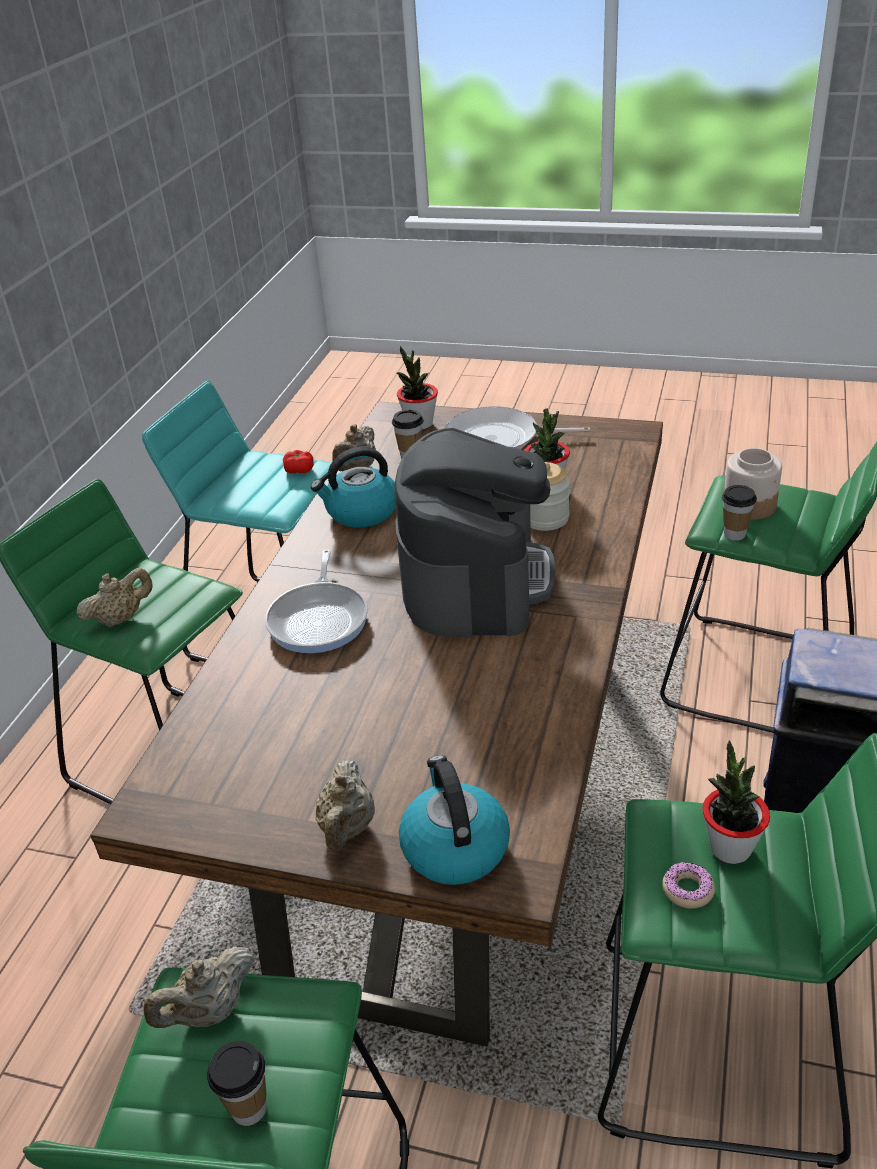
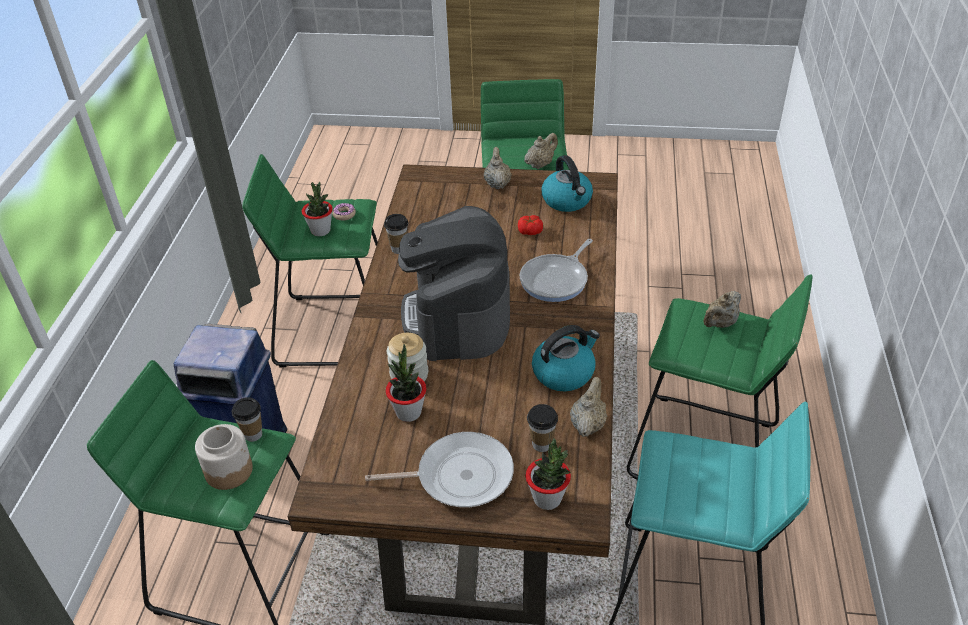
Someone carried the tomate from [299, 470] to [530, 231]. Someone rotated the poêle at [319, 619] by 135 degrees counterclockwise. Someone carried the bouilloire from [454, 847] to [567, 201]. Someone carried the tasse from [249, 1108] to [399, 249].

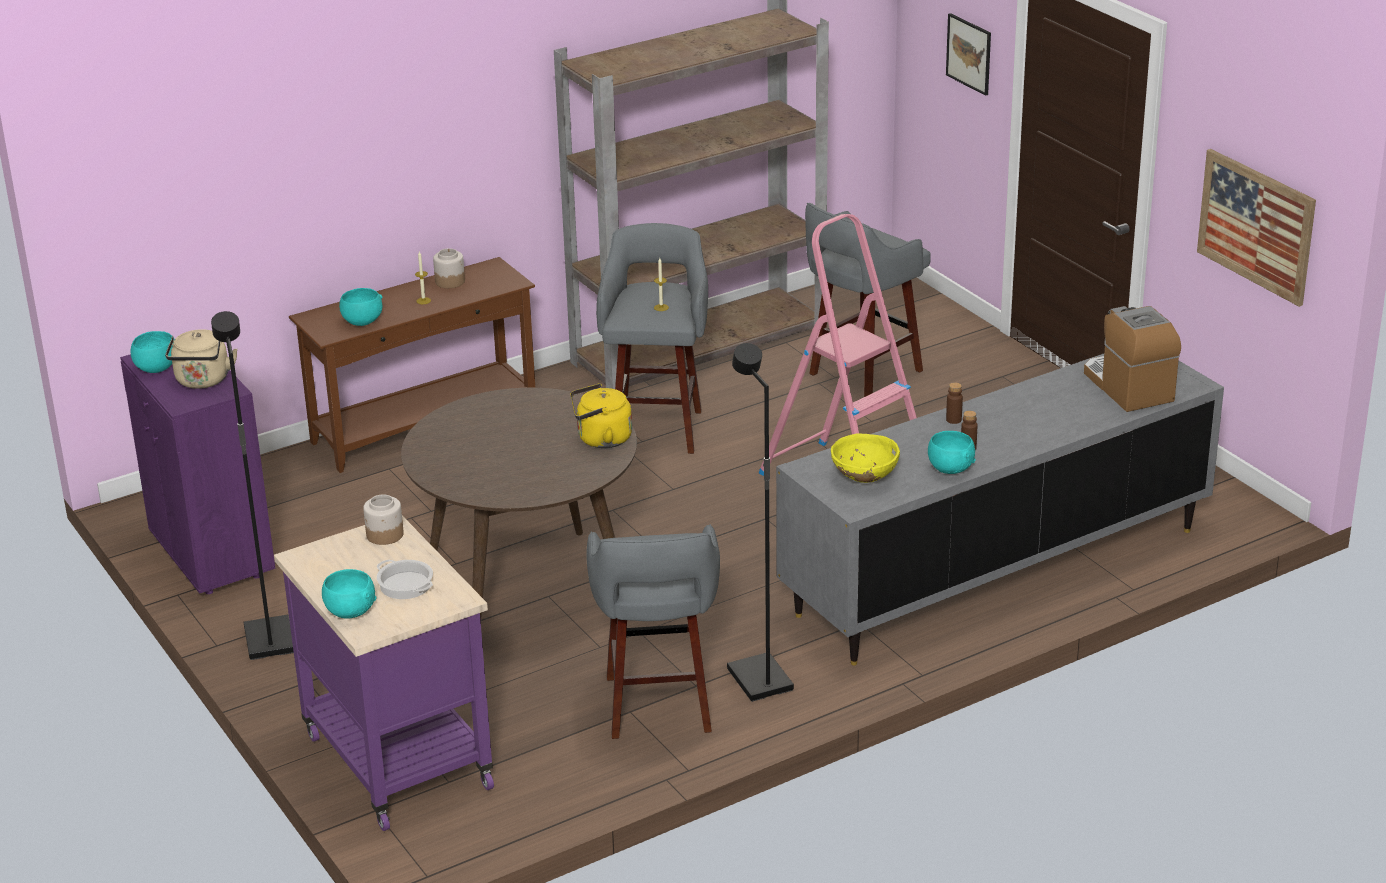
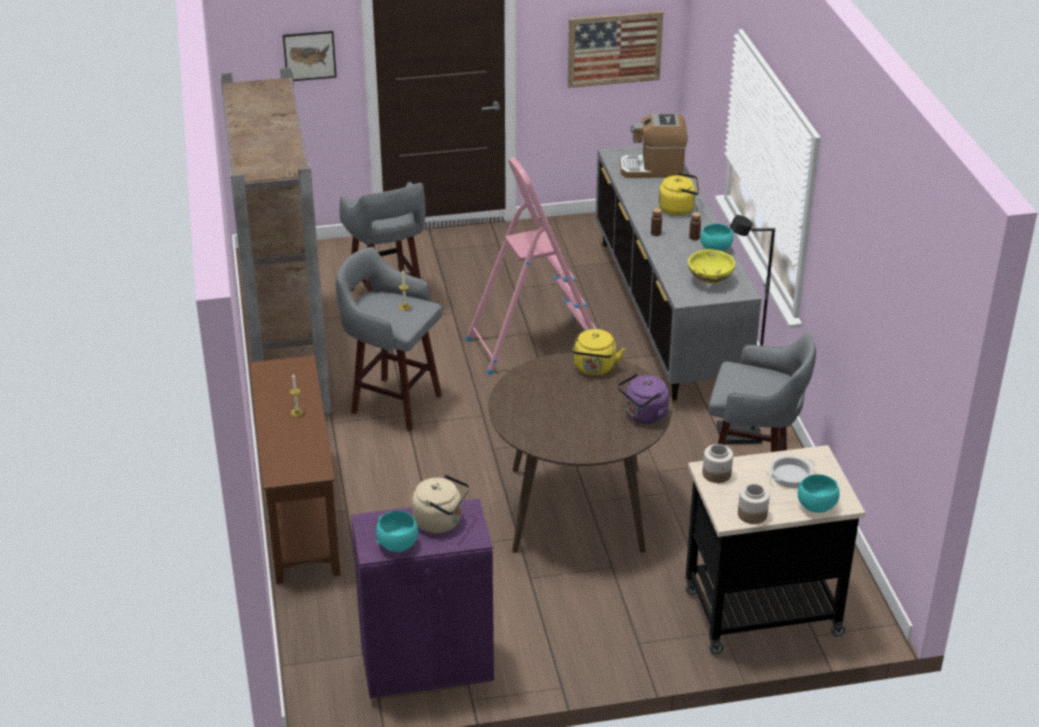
Someone carried the bocal from [450, 281] to [752, 514]. Someone took away the bol [turquoise] at [361, 322]. Someone took away the lampadaire [noir] at [267, 640]. Someone repainted the chariot [violet] at [397, 761], which became the chariot [noir] at [761, 614]. Someone put down the bouilloire [jaune] at [678, 208]. Someone put down the bouilloire [violet] at [644, 416].

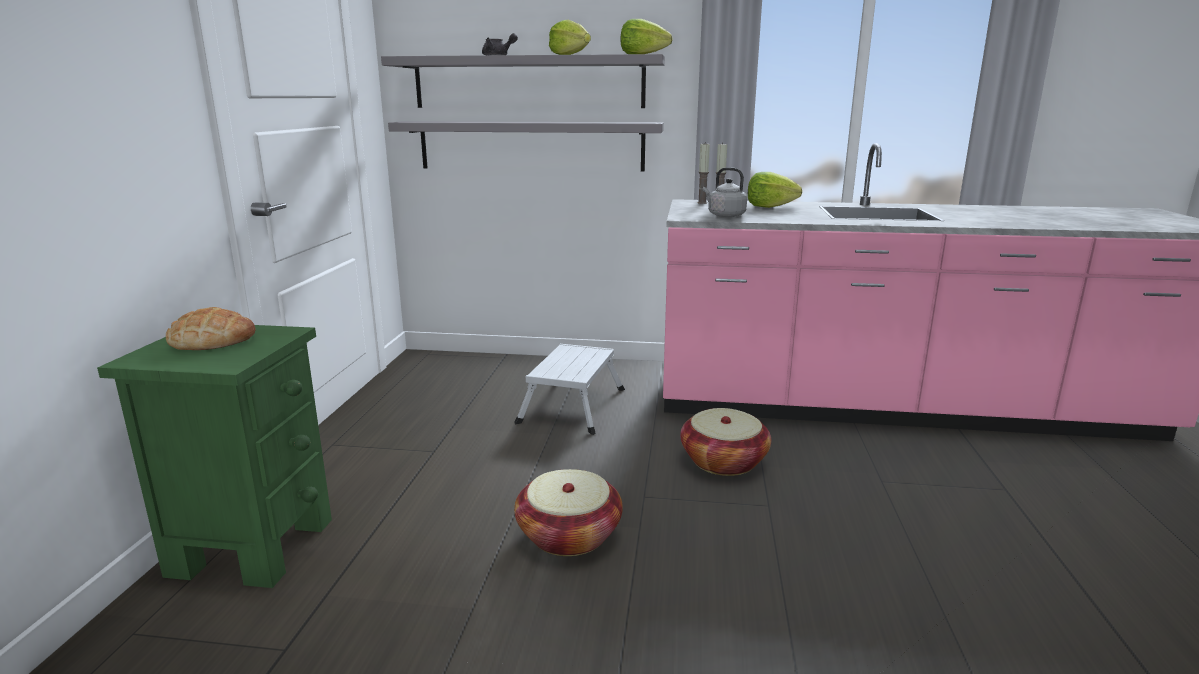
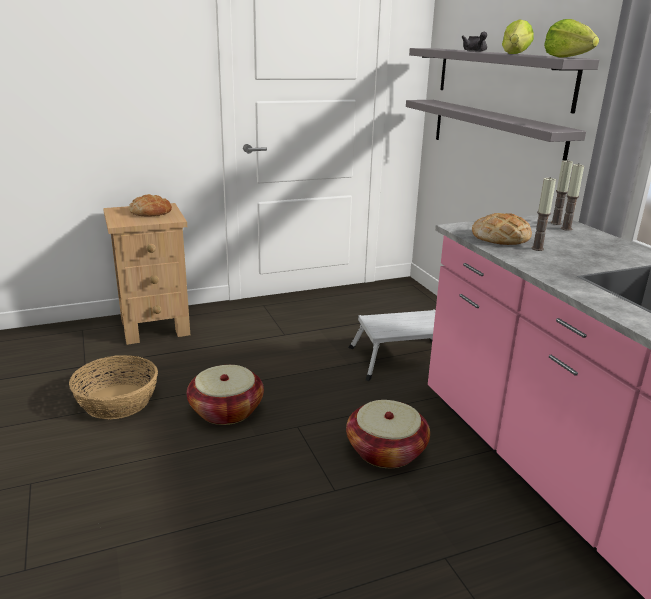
Someone swapped the bouilloire [gris] at [724, 215] for the pain at [501, 237]. Someone took away the laitue at [769, 206]. Someone repainted the table de chevet [vert] at [256, 546], which became the table de chevet [beige] at [156, 327]. Someone put down the bougie at [537, 248]. Someone put down the panier at [118, 401].

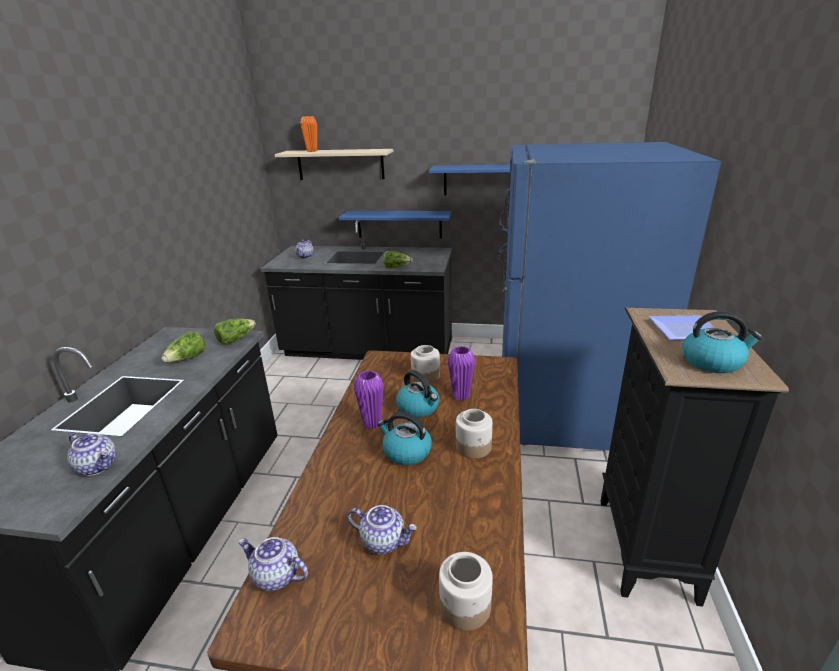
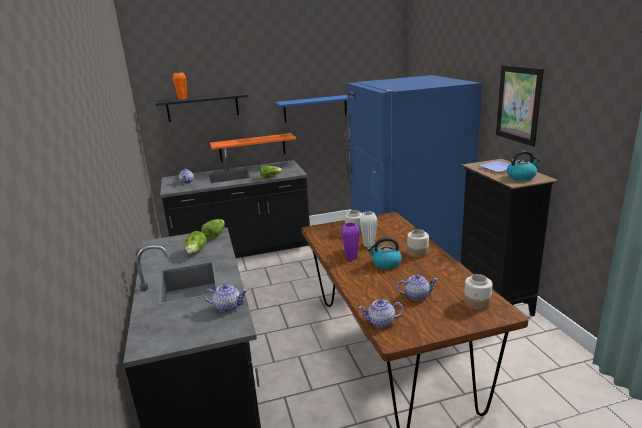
Someone repainted the étagère [beige] at [340, 164], which became the étagère [noir] at [203, 107]. Someone repainted the étagère [bleu] at [399, 224], which became the étagère [orange] at [252, 148]. Someone took away the vase [violet] at [461, 396]. Someone swapped the bouilloire at [419, 408] for the vase [blanc] at [369, 245]. Someone put up the tableau at [518, 104].

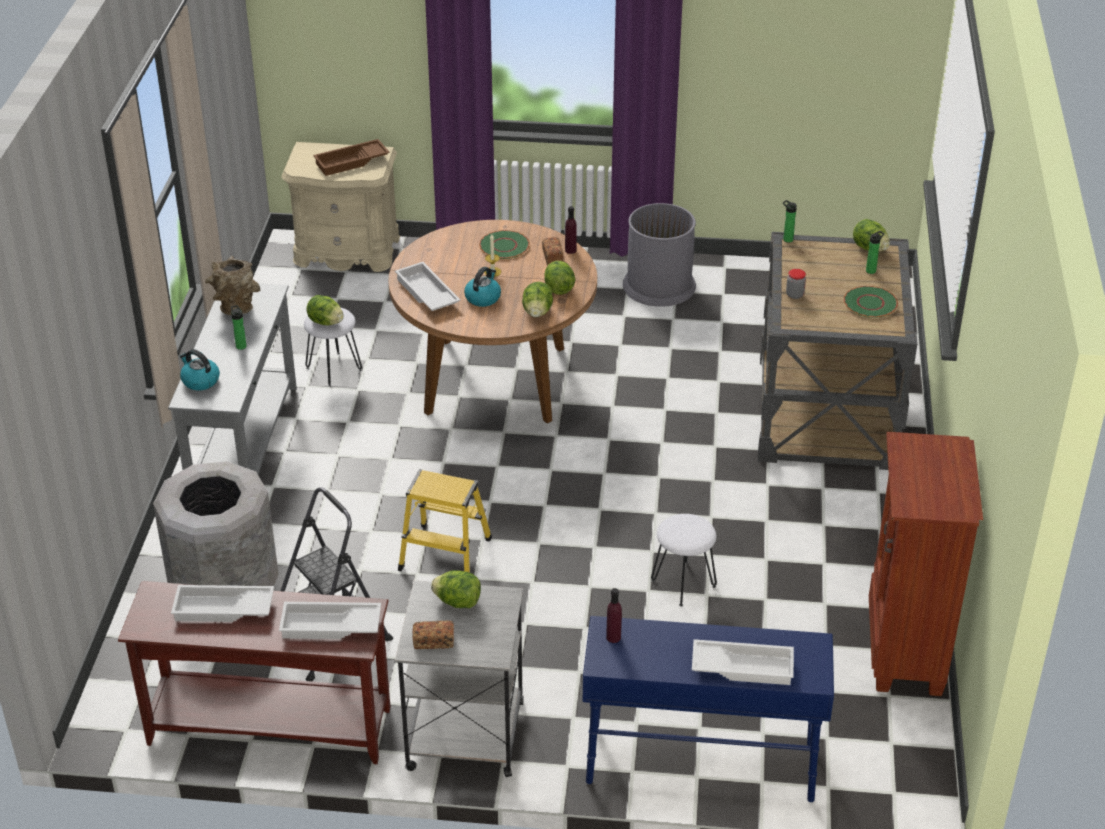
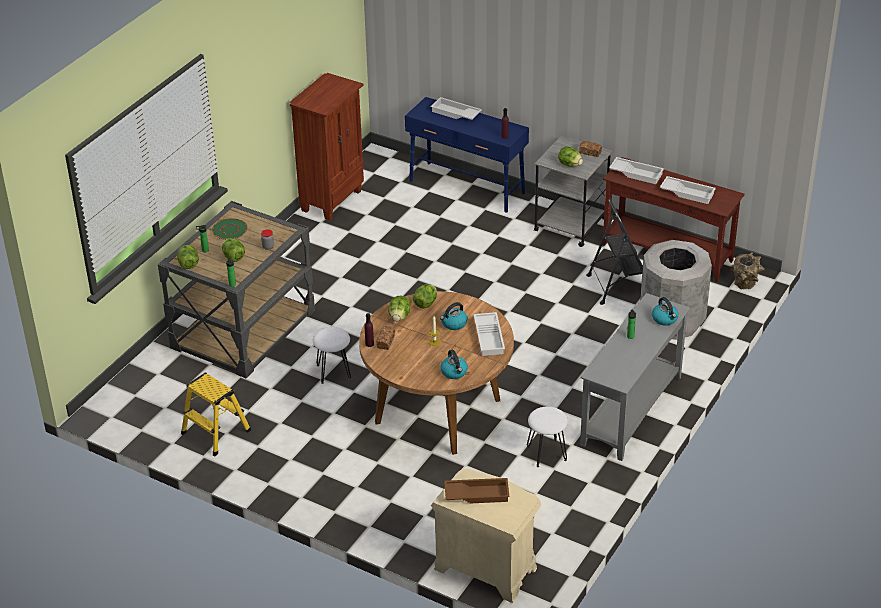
Someone took away the poubelle [gris] at [659, 285]. Someone took away the assiette [vert] at [504, 246]. Someone carried the vase [marron] from [235, 308] to [745, 285]. Someone carried the laitue from [326, 322] to [233, 257]. Someone carried the escabeau [jaune] from [445, 553] to [216, 432]. Someone carried the tabouret [blanc] from [684, 584] to [333, 371]. Someone put down the bouilloire at [454, 372].

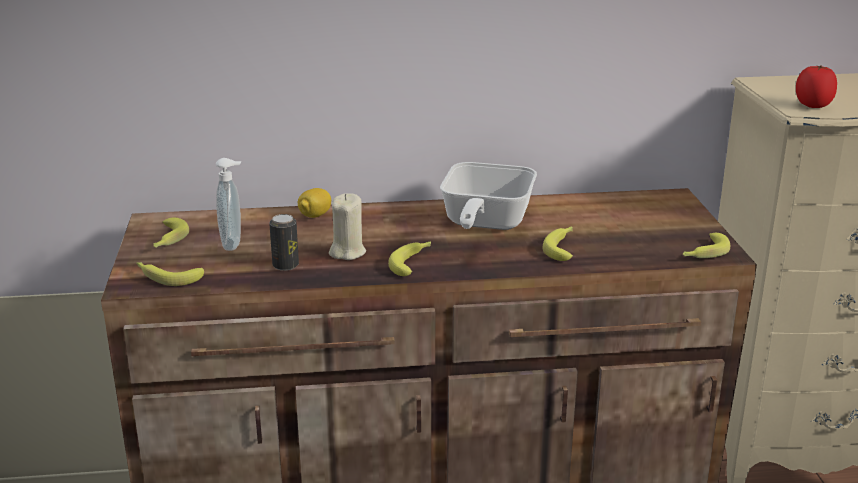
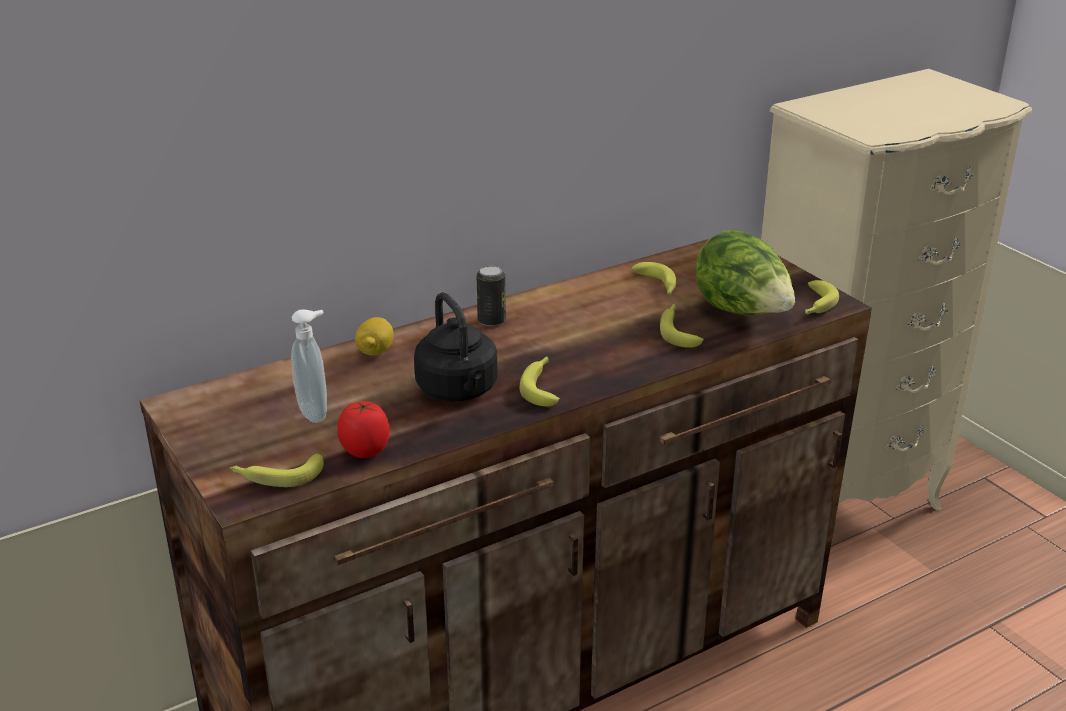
Someone carried the tomate from [812, 106] to [365, 451]. Someone took away the poêle at [483, 223]. Someone swapped the bougie [beige] at [347, 252] for the bouilloire [noir] at [459, 391]. Someone carried the boîte métallique from [285, 265] to [491, 320]. Someone carried the banane from [167, 240] to [657, 286]. Someone put down the laitue at [742, 313].

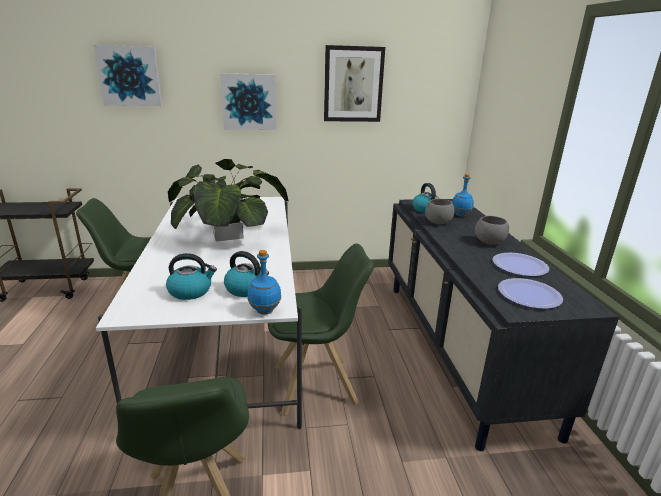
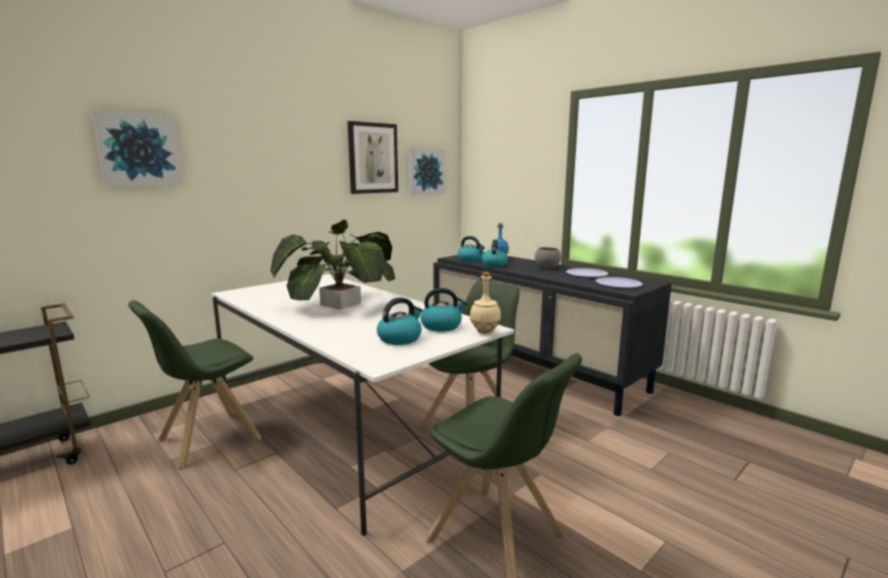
Someone carried the tableau from [249, 101] to [426, 171]. Someone swapped the bol [gris] at [437, 222] for the bouilloire at [494, 265]. Someone repainted the bouteille [bleu] at [264, 311], which became the bouteille [beige] at [484, 332].

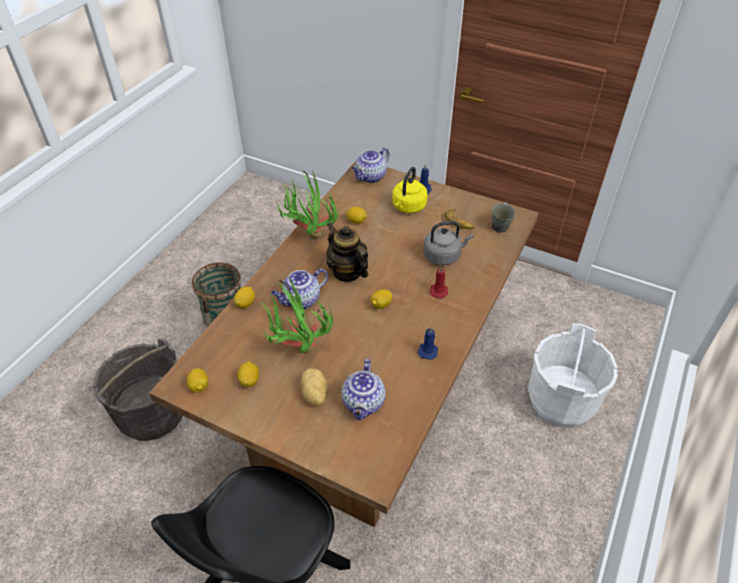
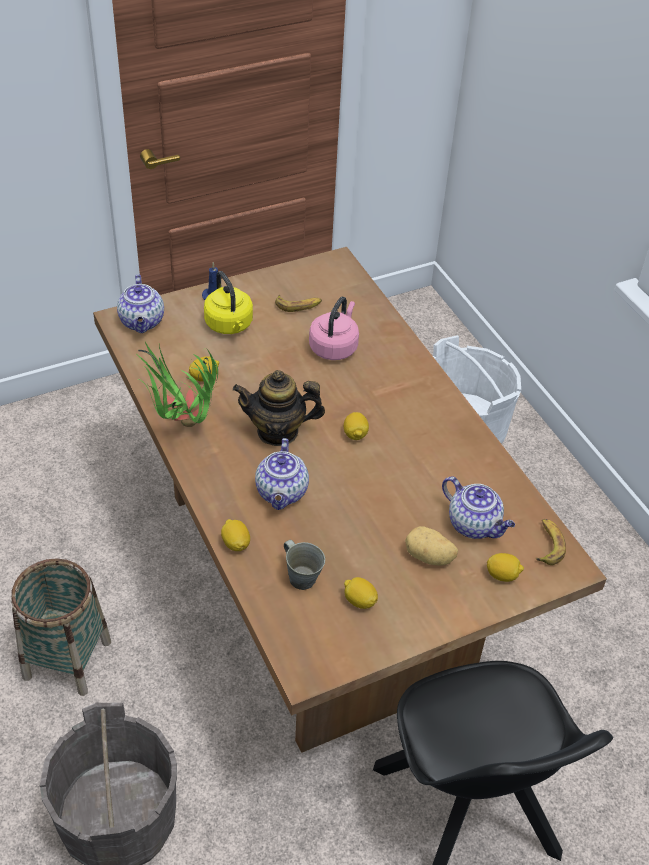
Someone carried the mug [gris] from [500, 226] to [301, 577]. Someone repainted the bouilloire [gris] at [443, 256], which became the bouilloire [rose] at [334, 347]. Someone took away the bougie [rouge] at [438, 290]. Someone took away the plante en pot at [297, 350]. Someone took away the bougie [bleu] at [428, 350]. Someone carried the citron from [199, 386] to [502, 575]. Someone put down the banane at [547, 544].

